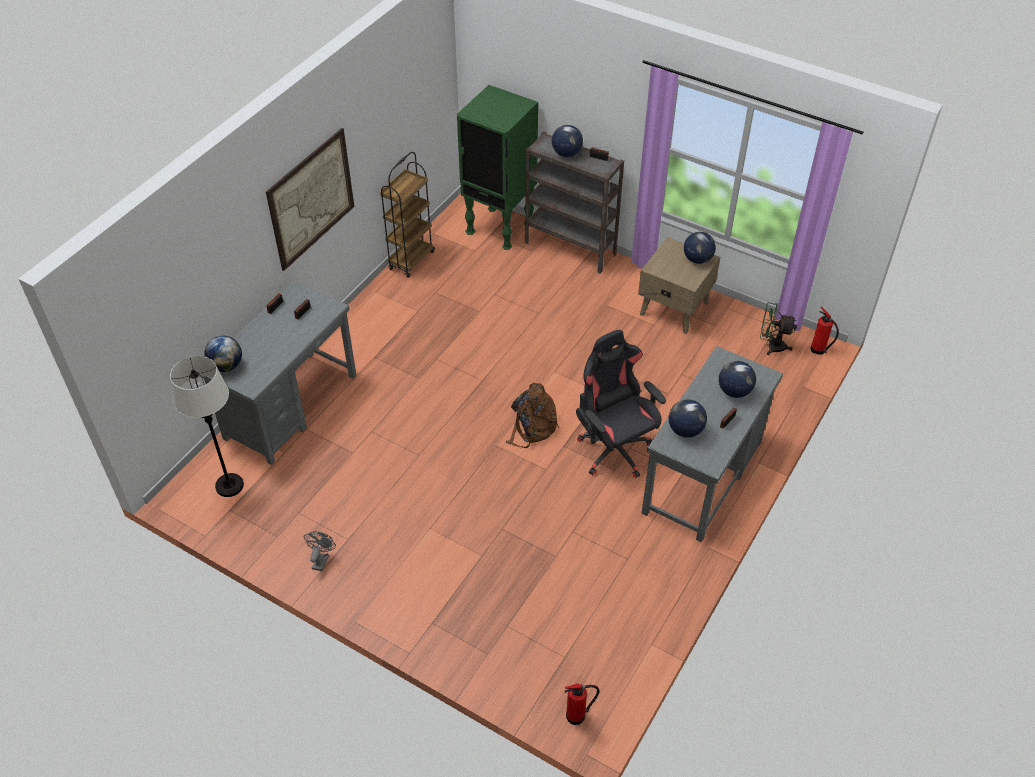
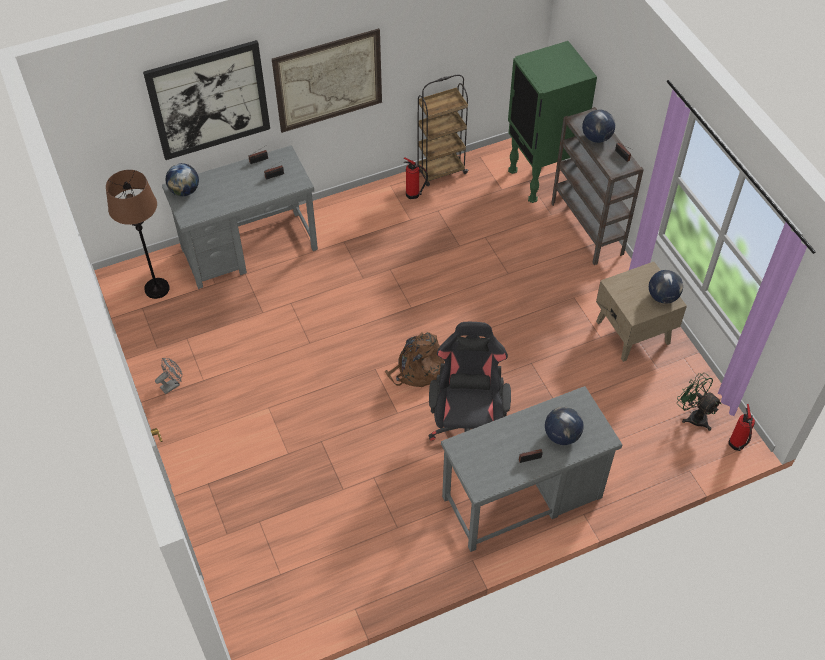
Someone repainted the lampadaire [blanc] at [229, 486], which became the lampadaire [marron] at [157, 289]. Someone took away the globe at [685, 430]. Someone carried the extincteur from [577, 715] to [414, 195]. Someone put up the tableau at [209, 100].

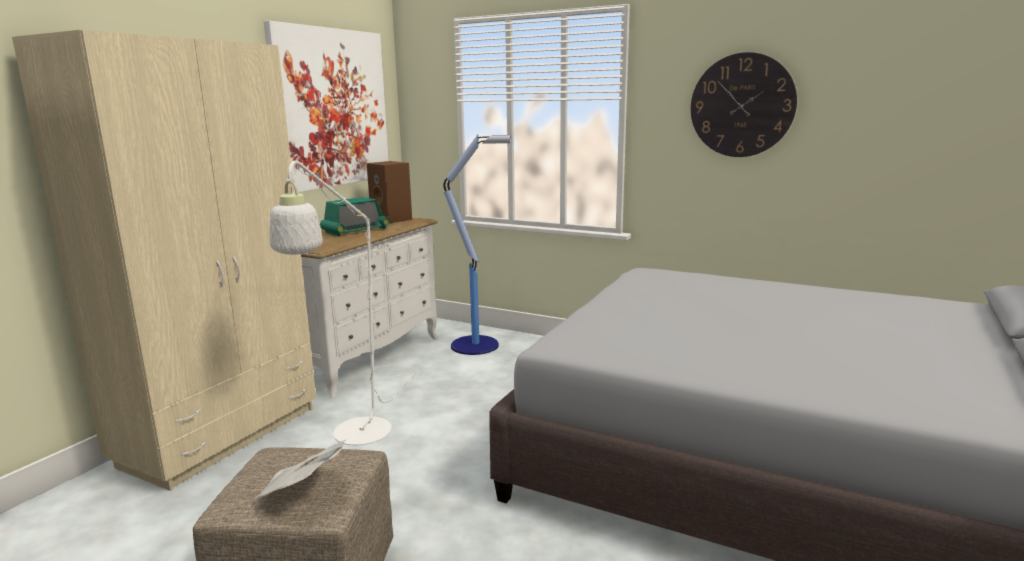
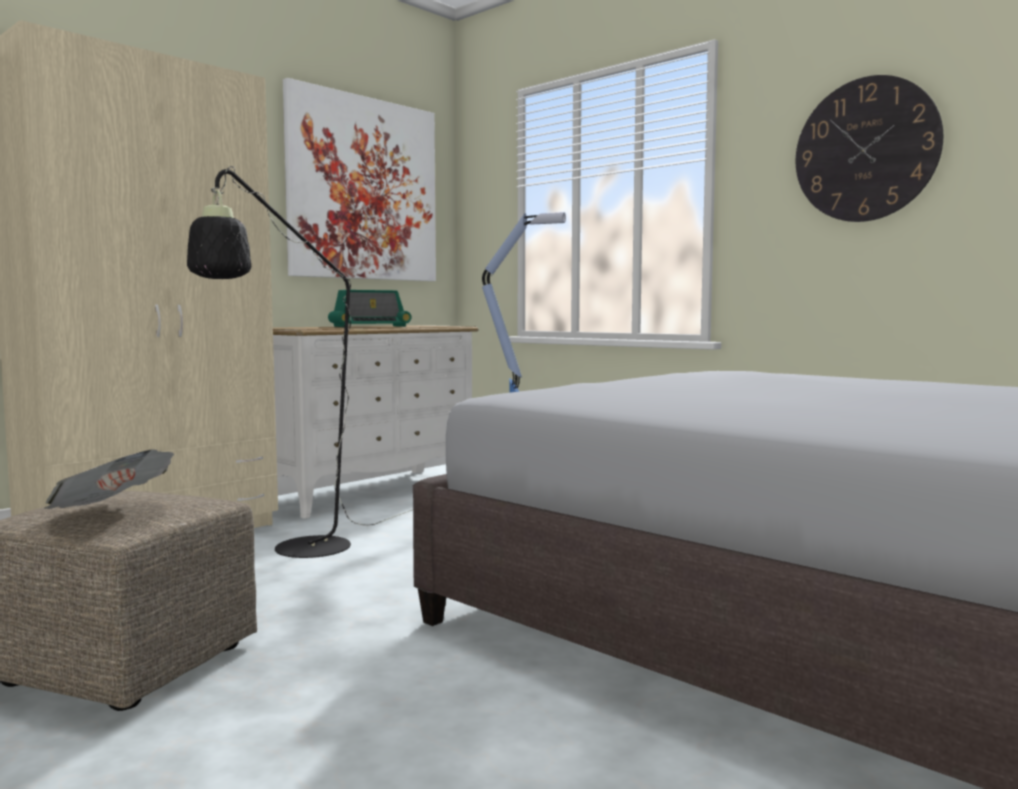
Someone repainted the lampadaire [blanc] at [356, 438], which became the lampadaire [noir] at [299, 552]. Someone took away the enceinte [marron] at [392, 219].

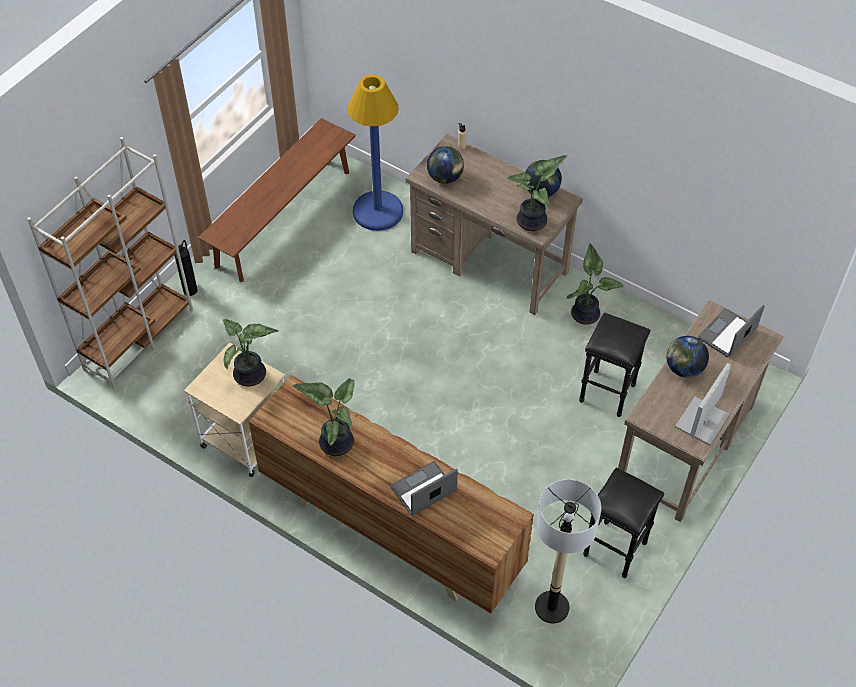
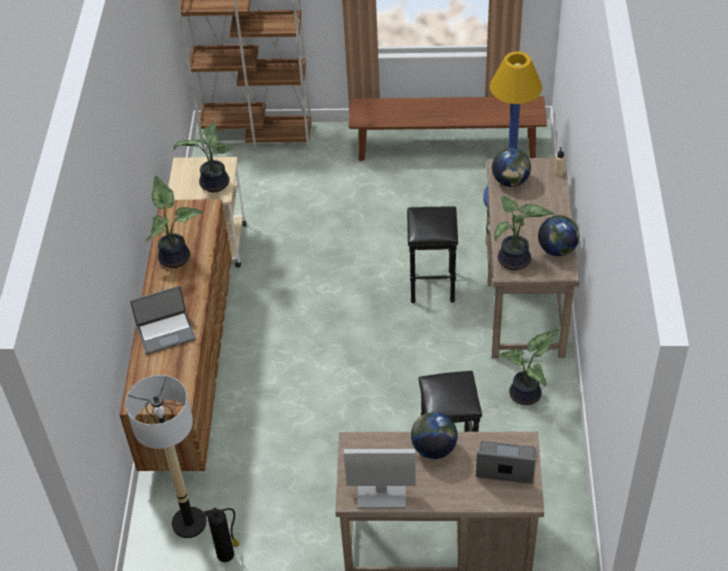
Someone carried the extincteur from [190, 289] to [226, 554]. Someone rotated the ordinateur portable at [424, 490] by 135 degrees clockwise. Someone carried the tabouret [noir] from [613, 549] to [431, 285].

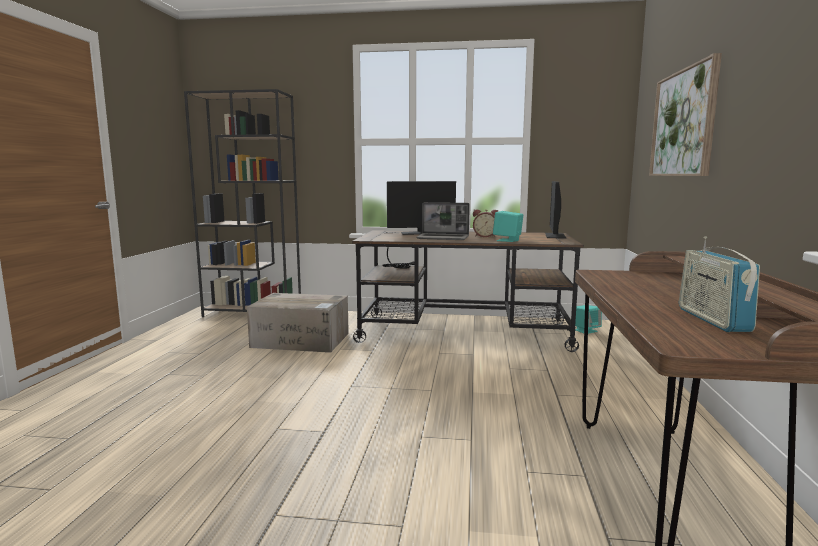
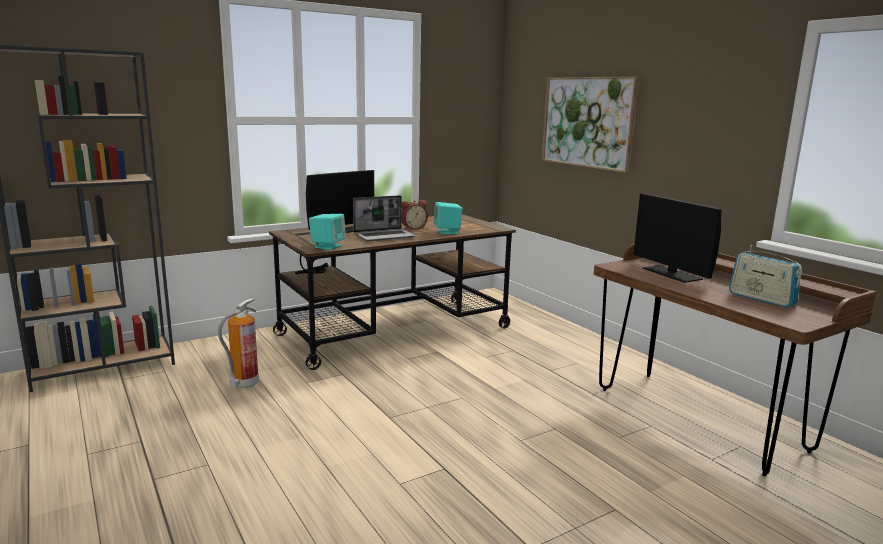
Someone carried the écran d'ordinateur from [555, 236] to [671, 273]. Someone swapped the carton at [302, 340] for the extincteur at [244, 384]. Someone carried the enceinte [turquoise] from [586, 330] to [328, 246].

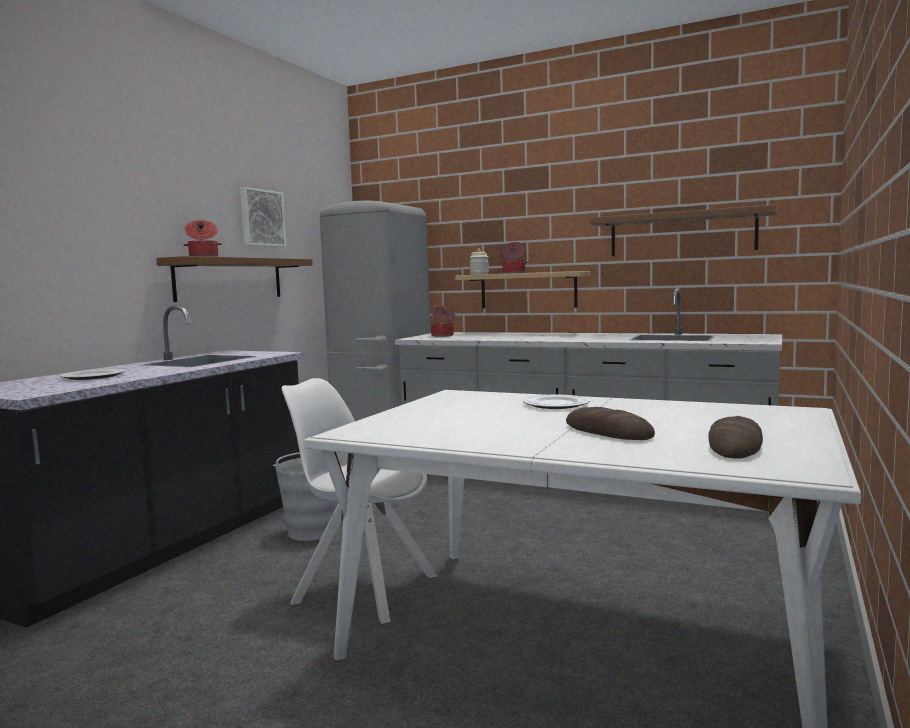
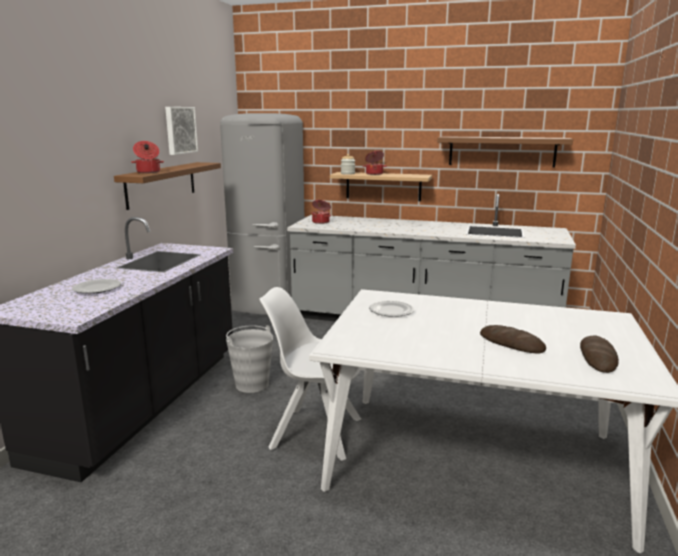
Someone carried the assiette from [556, 405] to [392, 311].

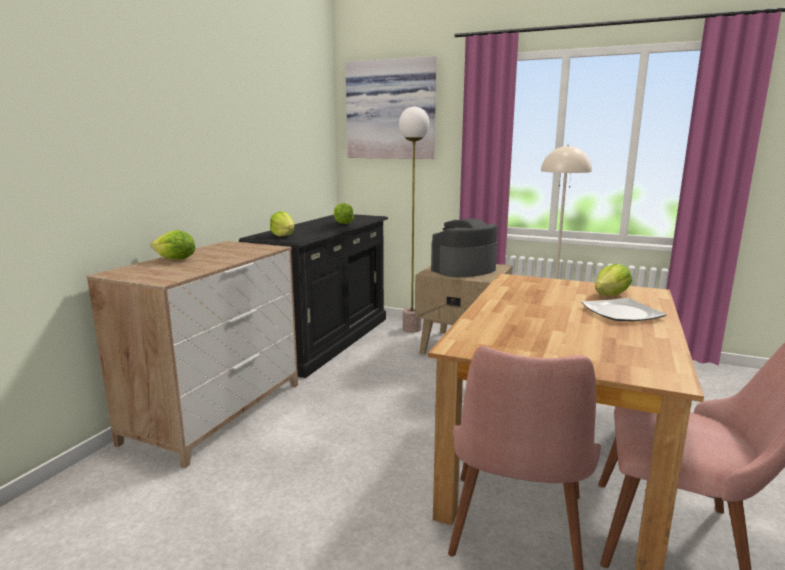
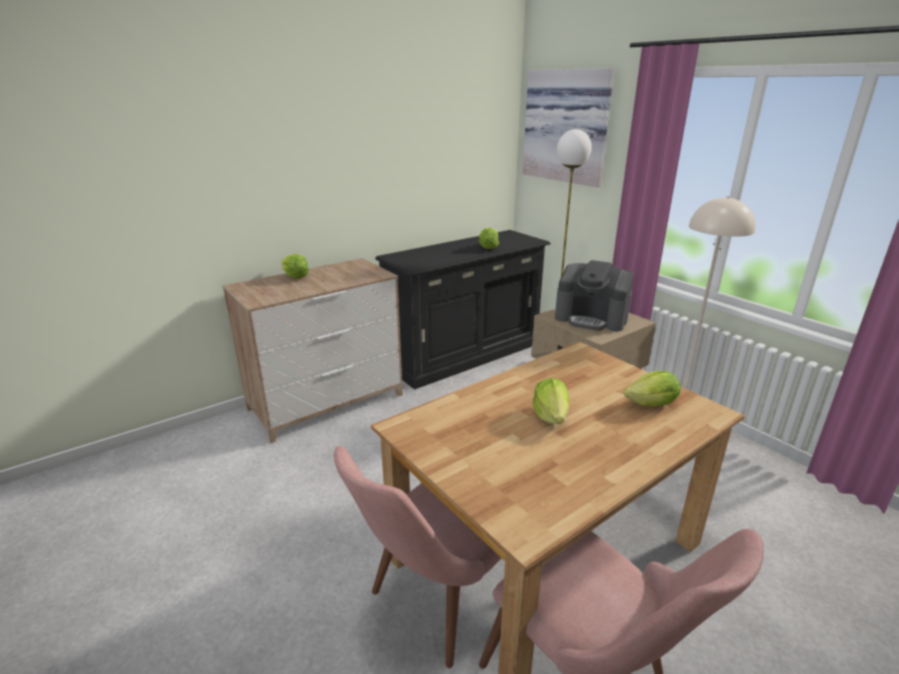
Someone carried the laitue from [283, 236] to [551, 416]. Someone rotated the machine à café at [463, 270] by 150 degrees counterclockwise. Someone took away the assiette at [620, 313].

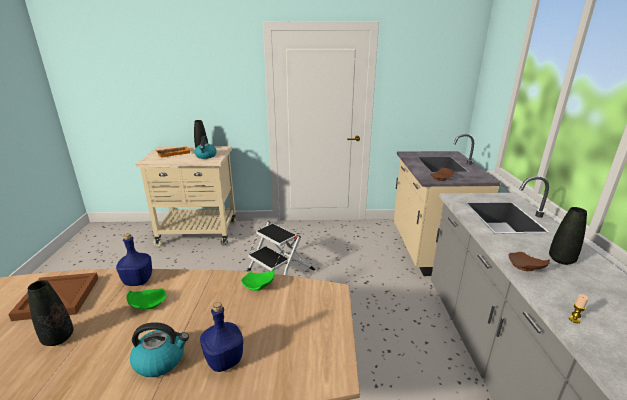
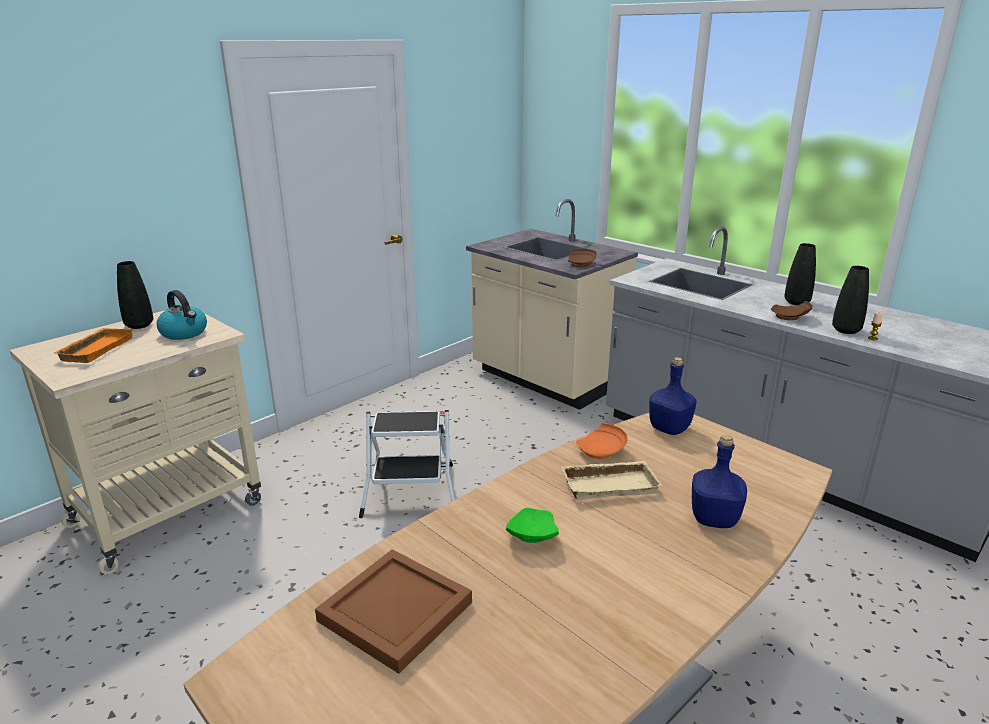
Someone carried the bouteille [bleu] from [137, 281] to [669, 429]. Someone repainted the assiette [vert] at [258, 286], which became the assiette [orange] at [601, 451]. Someone carried the vase [noir] from [58, 338] to [846, 330]. Someone took away the bouilloire at [161, 360]. Someone put down the plateau [beige] at [610, 484].

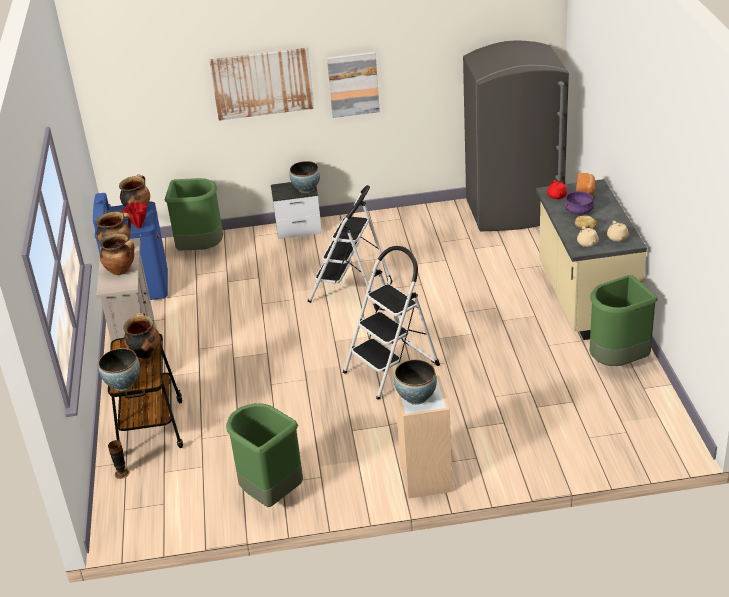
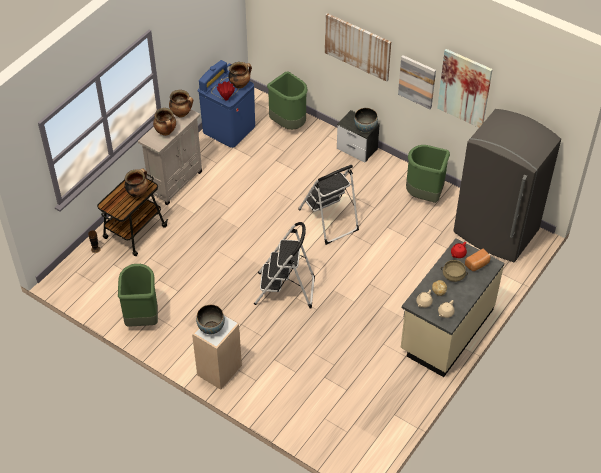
Someone repainted the marmite [violet] at [578, 211], which became the marmite [beige] at [453, 275]. Someone carried the poubelle [vert] from [618, 361] to [424, 195]. Someone took away the bol at [123, 384]. Someone put up the tableau at [464, 88].

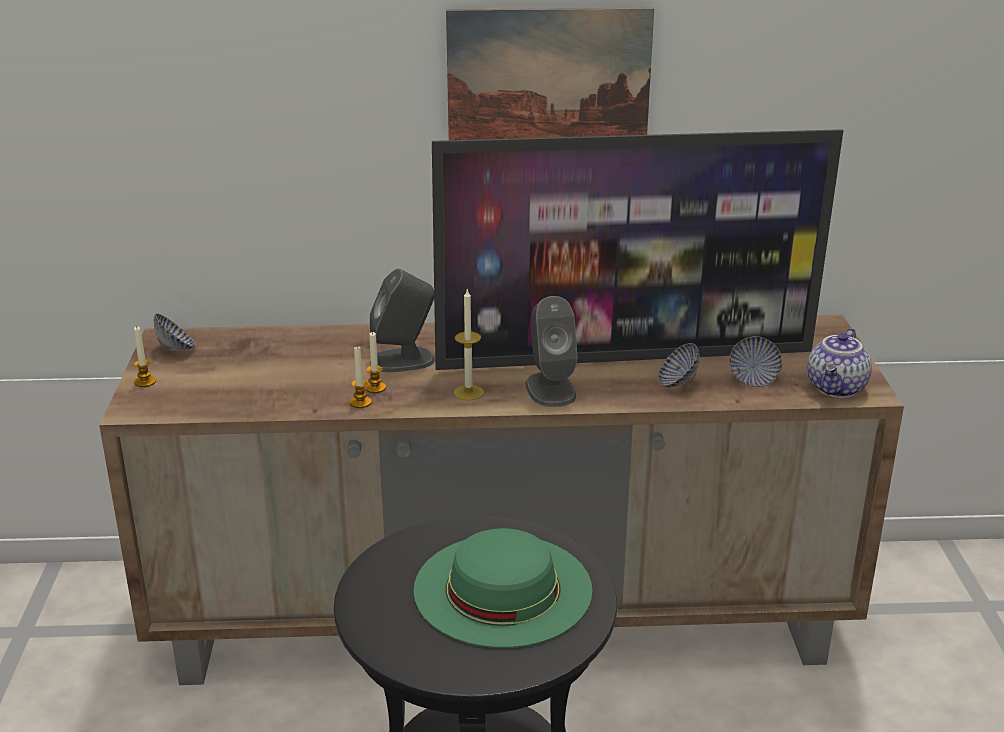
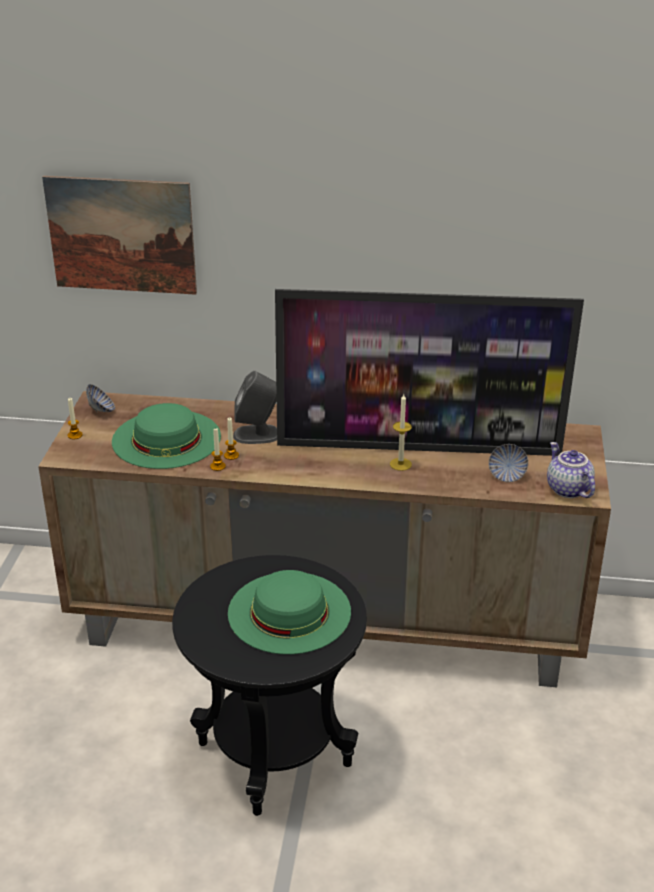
Someone carried the tableau from [548, 90] to [121, 235]. Someone carried the bougie from [468, 392] to [400, 464]. Someone took away the enceinte [gris] at [550, 389]. Someone rotated the théière at [837, 389] by 120 degrees clockwise. Someone took away the bol at [677, 383]. Someone put down the chapeau [vert] at [166, 439].

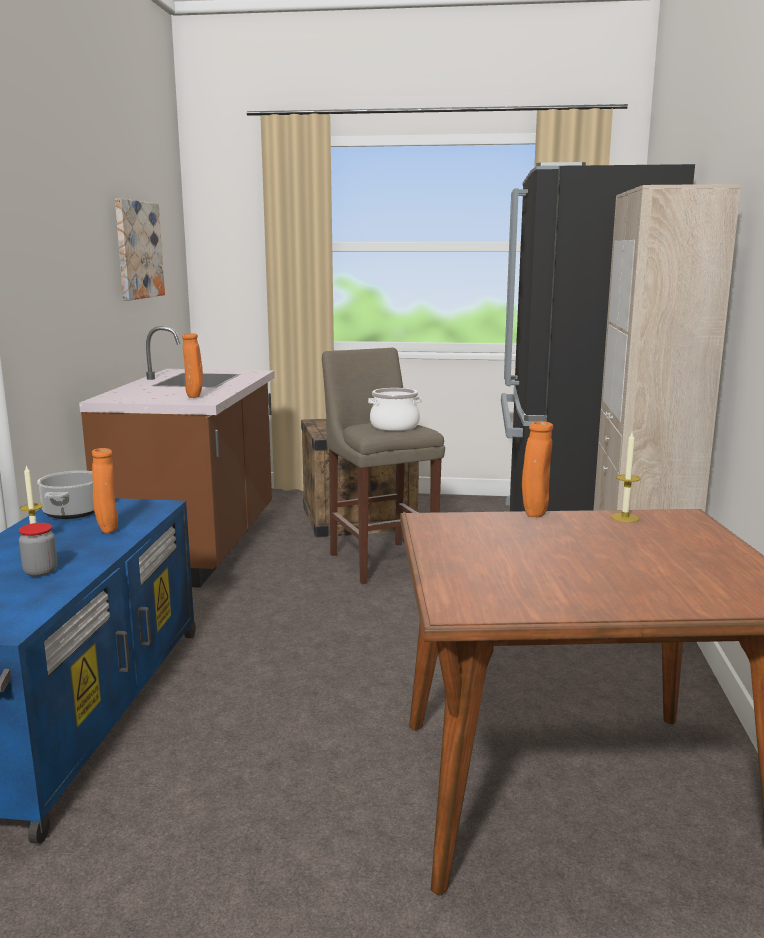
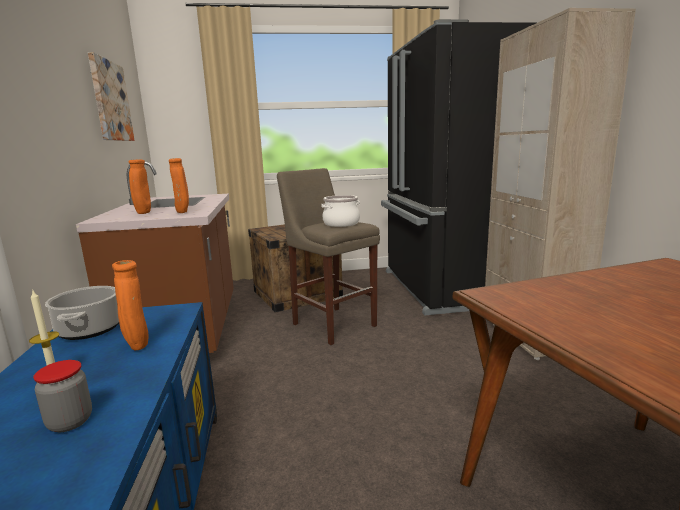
Someone carried the vase [orange] from [534, 515] to [143, 213]. Someone took away the bougie at [624, 518].

